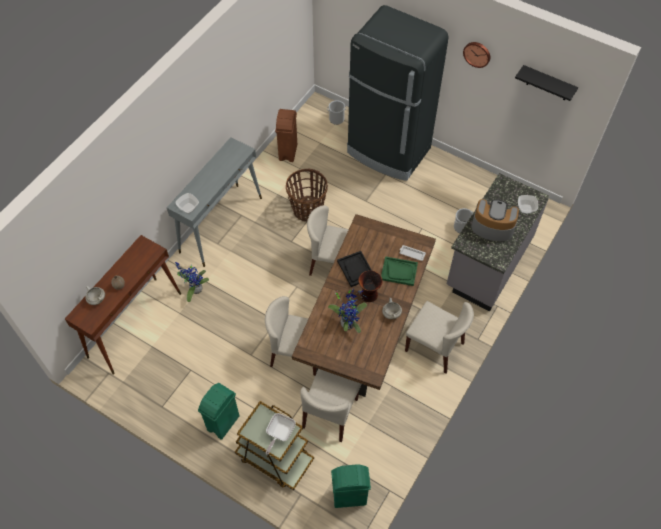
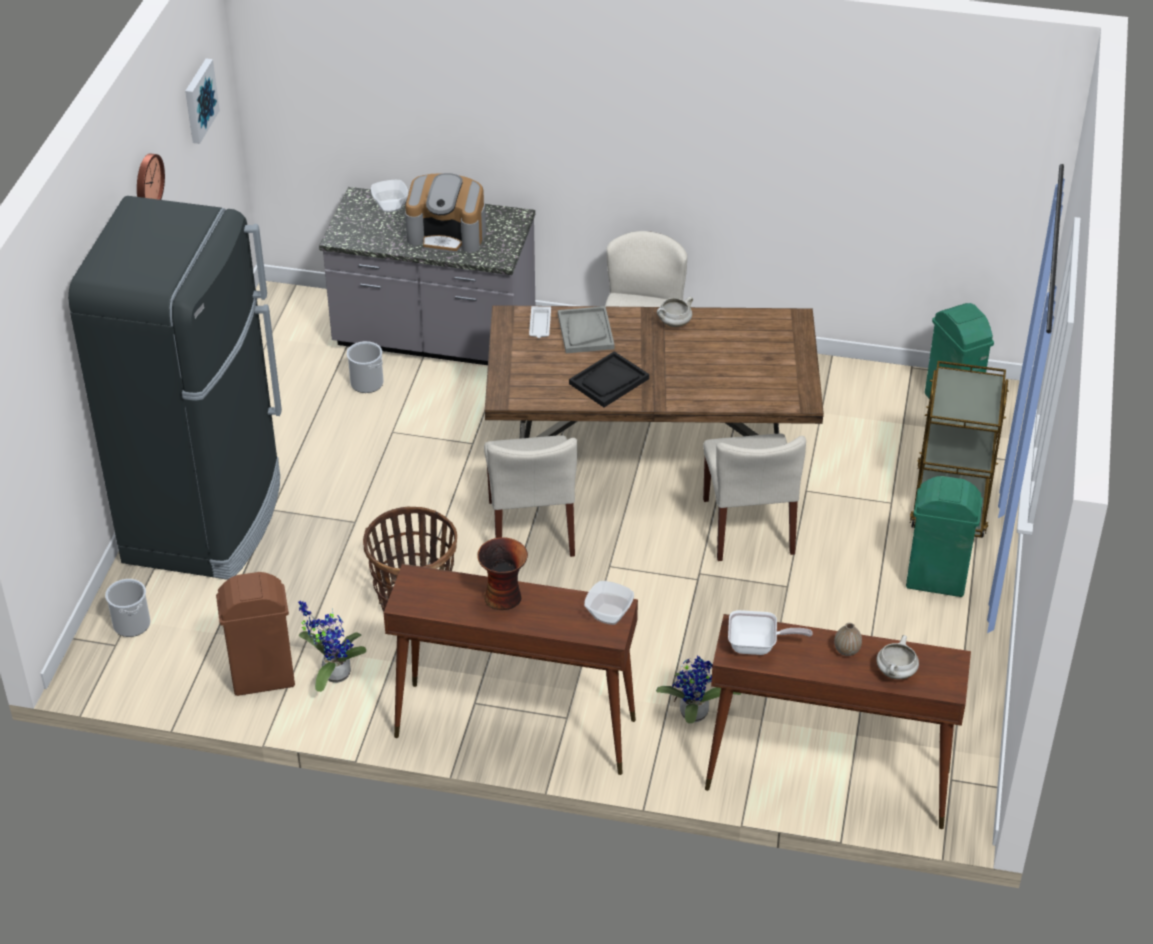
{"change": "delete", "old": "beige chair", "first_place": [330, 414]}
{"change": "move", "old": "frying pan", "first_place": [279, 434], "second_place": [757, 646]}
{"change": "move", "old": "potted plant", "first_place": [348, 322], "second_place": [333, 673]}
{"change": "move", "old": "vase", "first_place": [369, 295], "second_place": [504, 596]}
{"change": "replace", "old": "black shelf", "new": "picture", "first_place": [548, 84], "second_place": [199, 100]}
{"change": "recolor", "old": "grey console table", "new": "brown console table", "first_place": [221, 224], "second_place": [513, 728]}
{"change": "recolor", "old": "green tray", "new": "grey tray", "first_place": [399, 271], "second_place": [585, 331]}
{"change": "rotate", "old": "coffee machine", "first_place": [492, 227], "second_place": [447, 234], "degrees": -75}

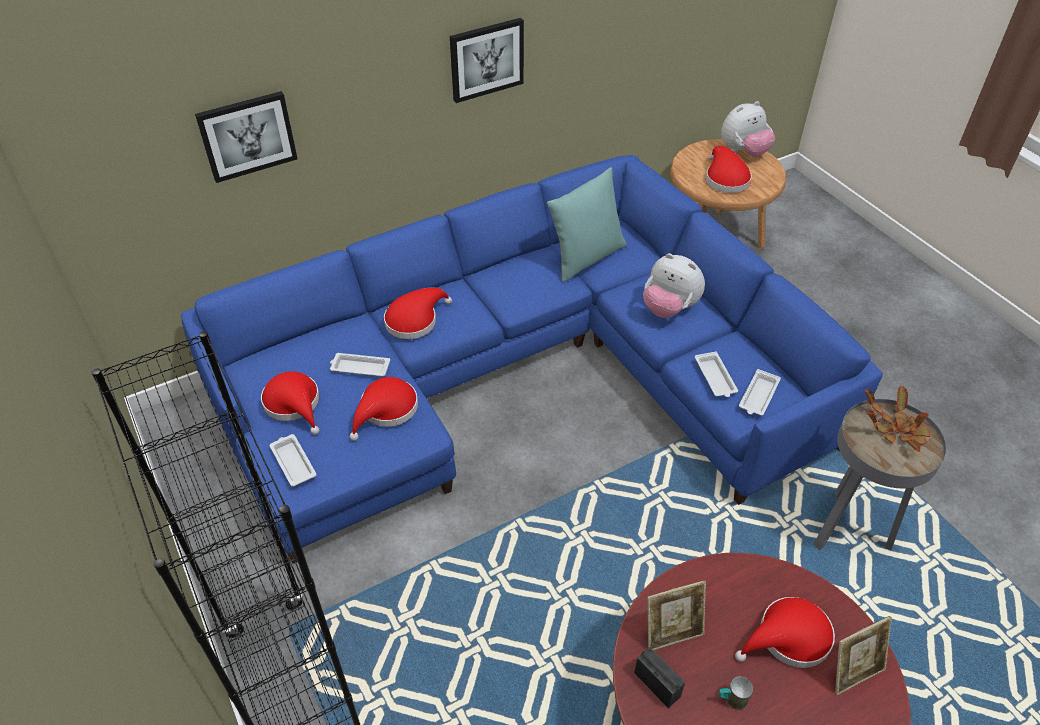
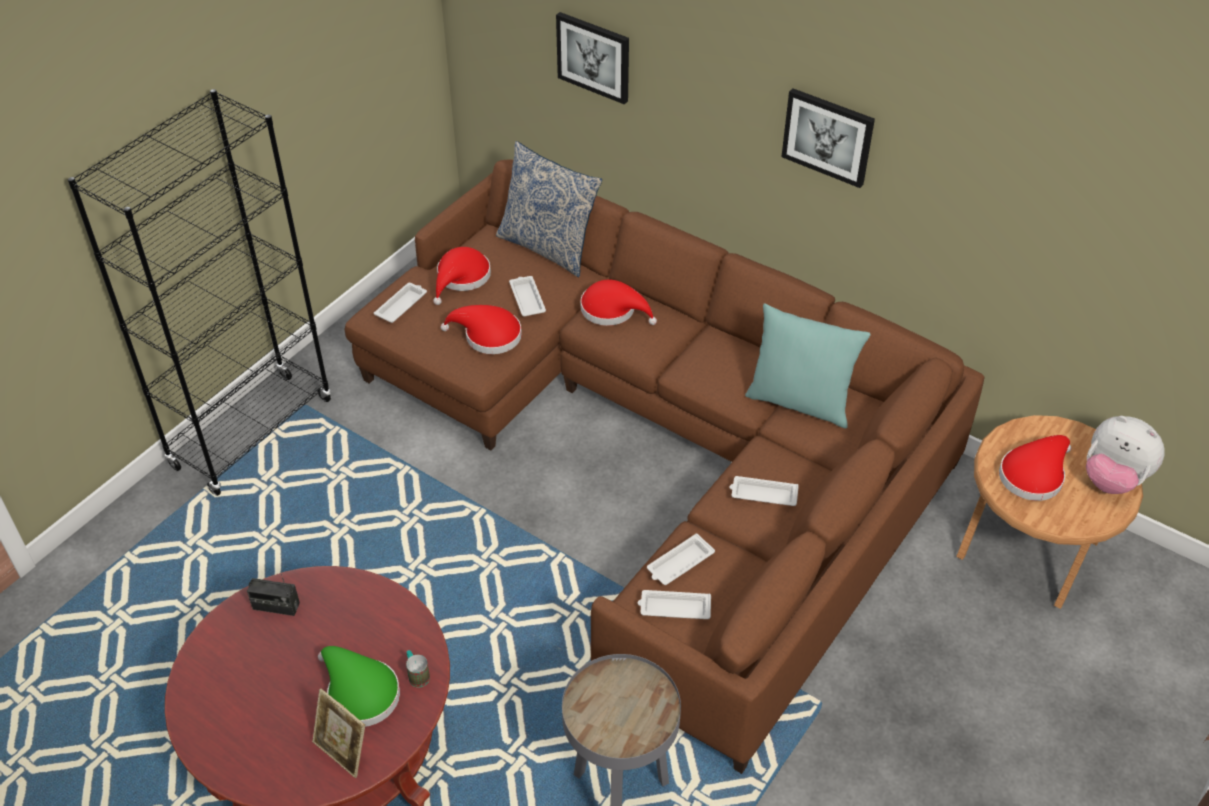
{"change": "delete", "old": "picture frame", "first_place": [672, 632]}
{"change": "delete", "old": "potted plant", "first_place": [896, 430]}
{"change": "insert", "new": "pillow", "second_place": [548, 247]}
{"change": "move", "old": "mug", "first_place": [731, 700], "second_place": [417, 674]}
{"change": "replace", "old": "plush toy", "new": "white tray", "first_place": [669, 308], "second_place": [762, 494]}
{"change": "recolor", "old": "blue sofa", "new": "brown sofa", "first_place": [519, 377], "second_place": [663, 447]}
{"change": "recolor", "old": "red hat", "new": "green hat", "first_place": [789, 638], "second_place": [359, 693]}
{"change": "rotate", "old": "radio", "first_place": [657, 684], "second_place": [276, 606], "degrees": 75}

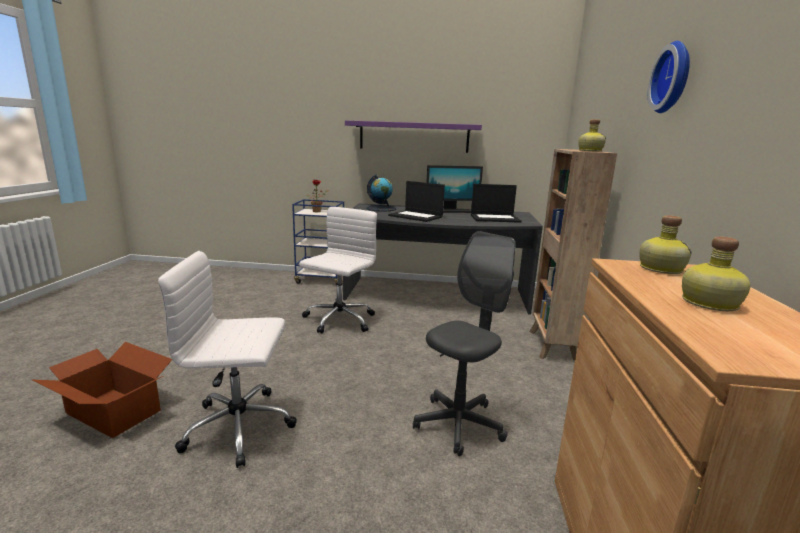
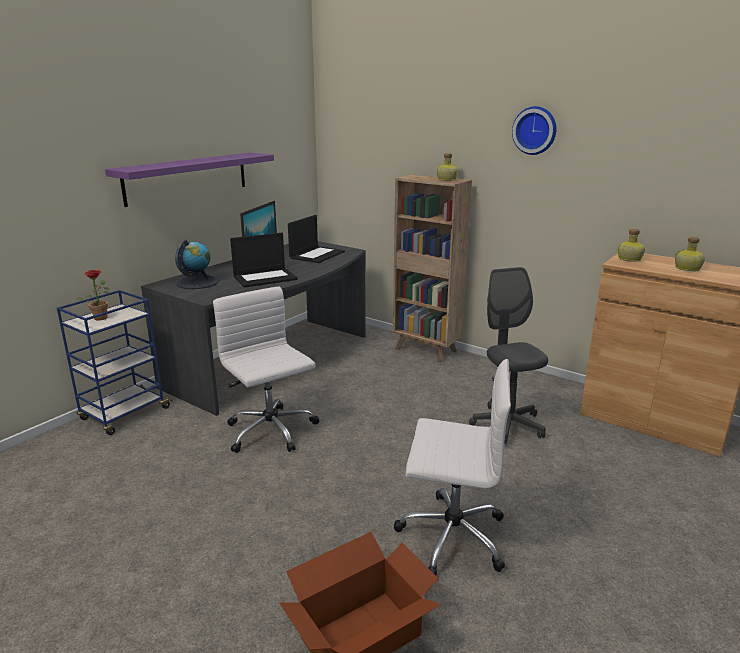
{"change": "rotate", "old": "white office chair", "first_place": [241, 427], "second_place": [450, 536], "degrees": -105}

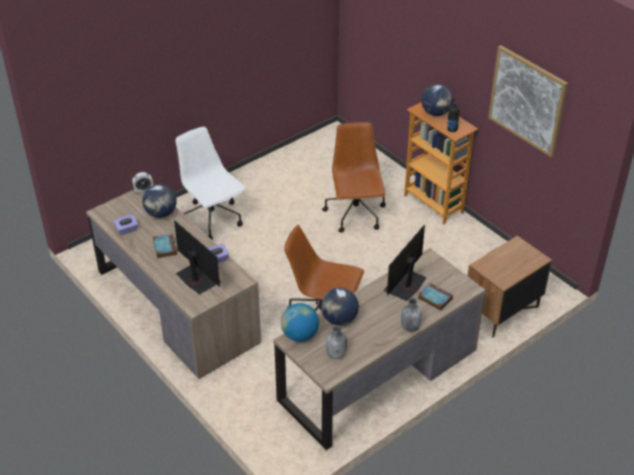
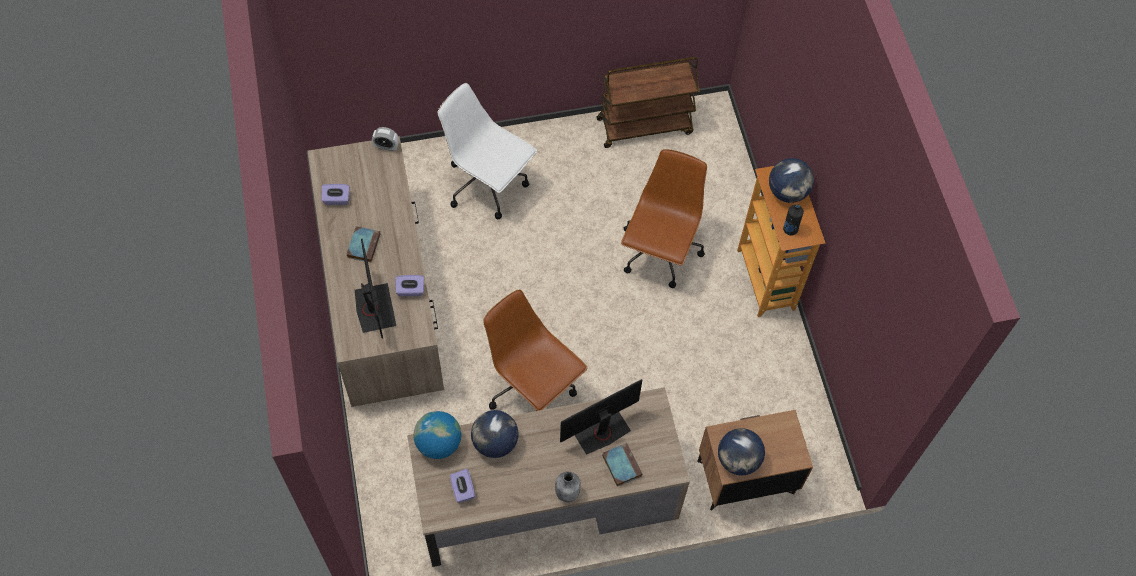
{"change": "delete", "old": "picture", "first_place": [527, 100]}
{"change": "insert", "new": "brown cart", "second_place": [645, 125]}
{"change": "move", "old": "globe", "first_place": [161, 214], "second_place": [738, 460]}
{"change": "replace", "old": "grey bottle", "new": "purple tissue box", "first_place": [336, 354], "second_place": [463, 490]}
{"change": "rotate", "old": "white office chair", "first_place": [212, 220], "second_place": [488, 185], "degrees": -45}

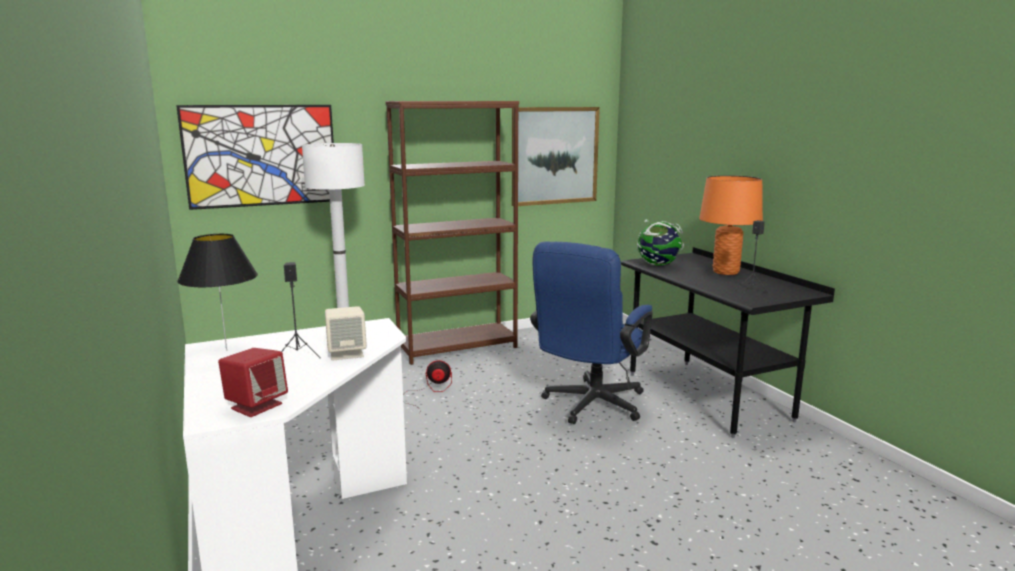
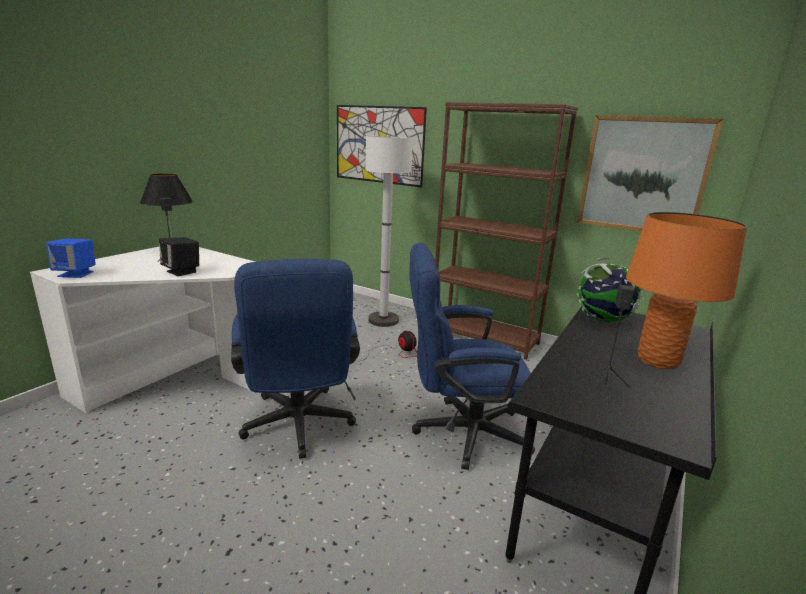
{"change": "insert", "new": "blue office chair", "second_place": [298, 428]}
{"change": "recolor", "old": "red speaker", "new": "blue speaker", "first_place": [256, 406], "second_place": [76, 274]}
{"change": "recolor", "old": "beige speaker", "new": "black speaker", "first_place": [347, 354], "second_place": [182, 271]}

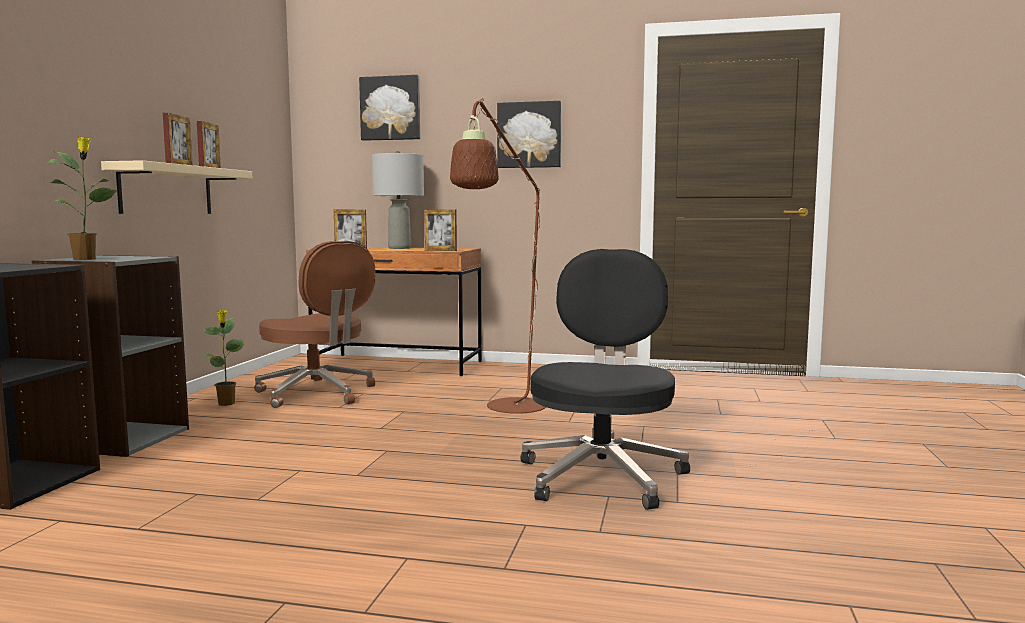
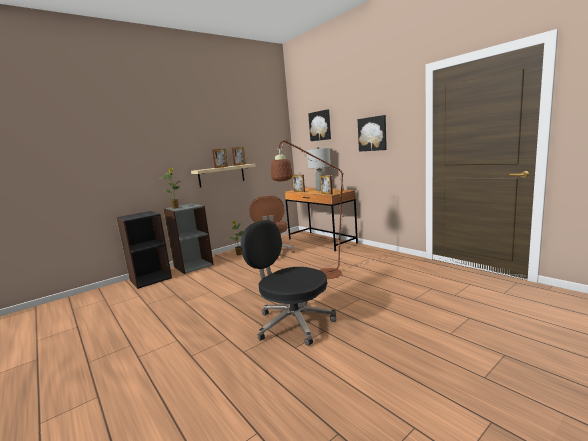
{"change": "rotate", "old": "black office chair", "first_place": [602, 475], "second_place": [292, 323], "degrees": -105}

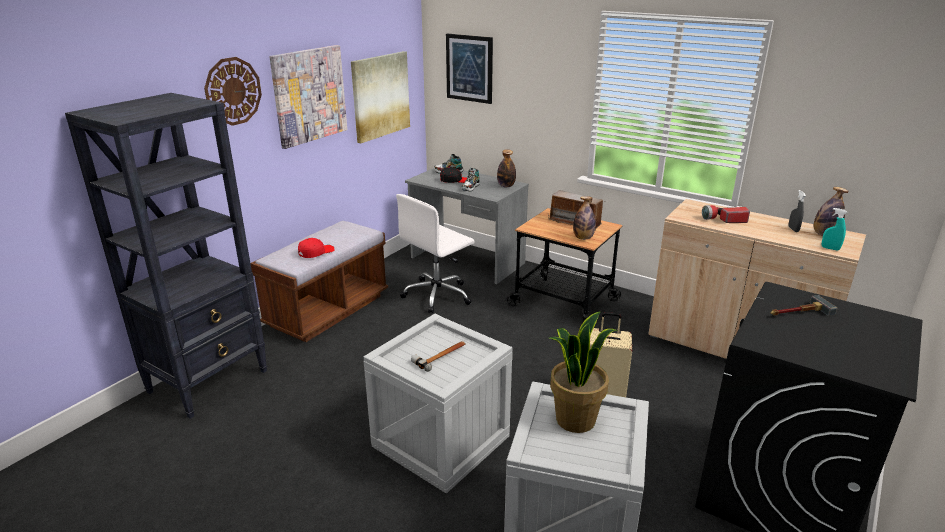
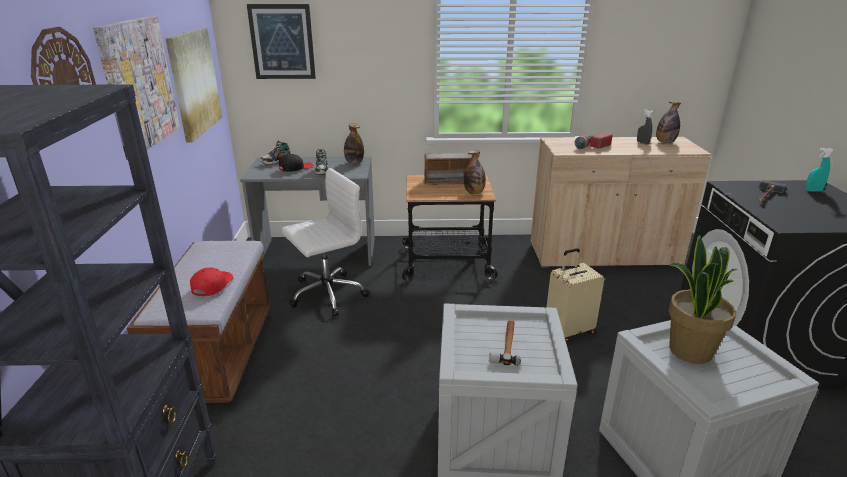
{"change": "move", "old": "turquoise spray bottle", "first_place": [830, 248], "second_place": [813, 191]}
{"change": "rotate", "old": "white office chair", "first_place": [438, 295], "second_place": [326, 294], "degrees": -135}

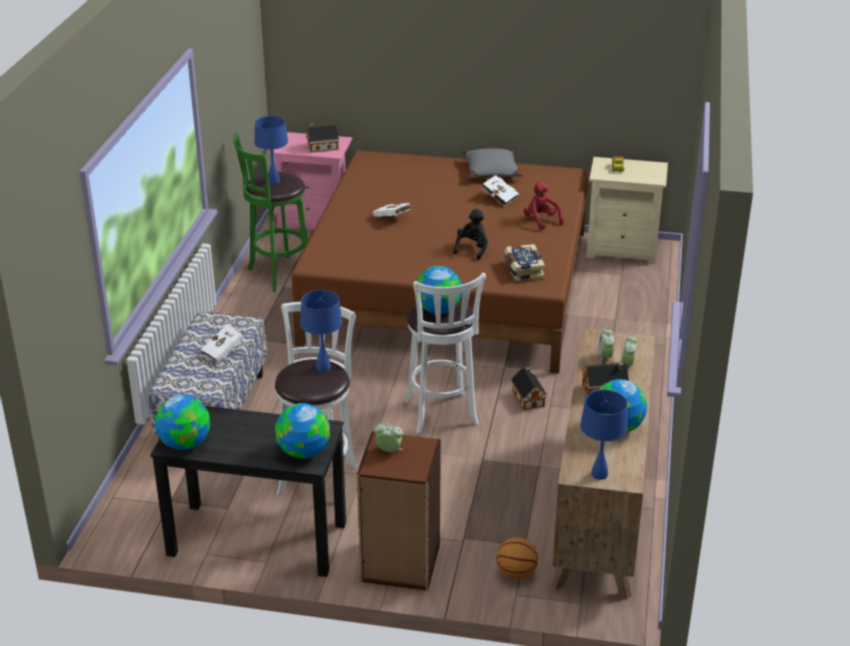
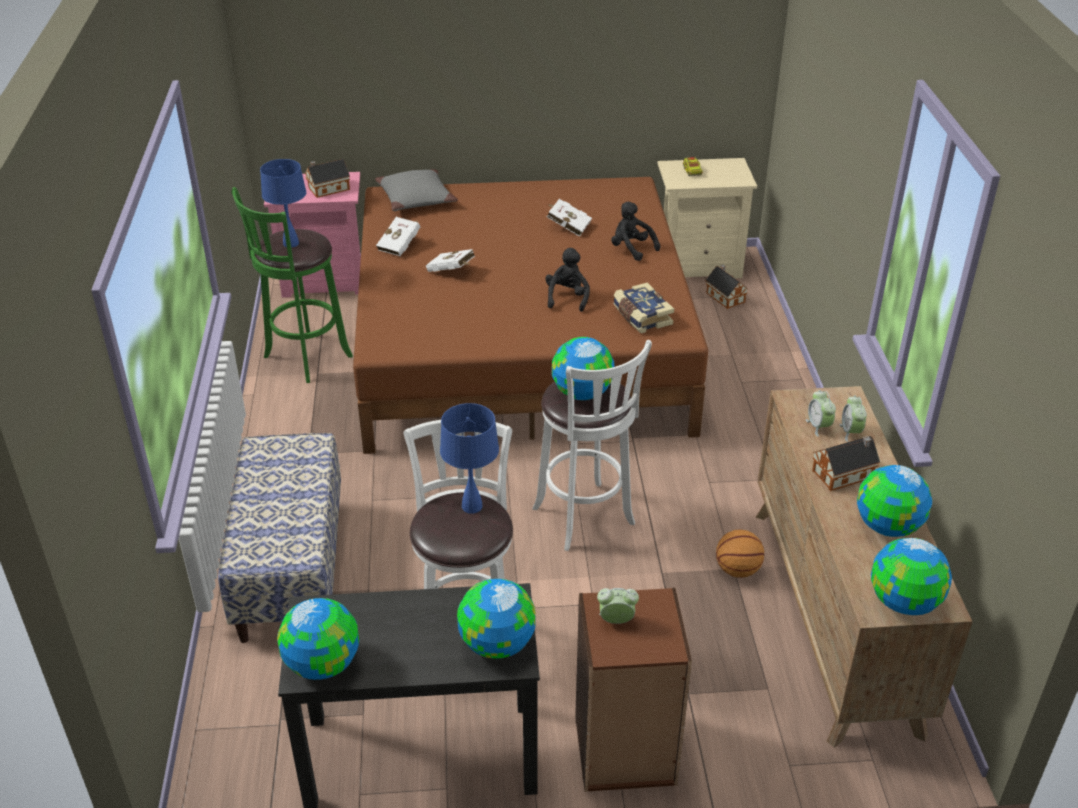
{"change": "move", "old": "white book", "first_place": [225, 352], "second_place": [401, 245]}
{"change": "move", "old": "grey pillow", "first_place": [491, 171], "second_place": [416, 199]}
{"change": "move", "old": "basketball", "first_place": [516, 574], "second_place": [737, 570]}
{"change": "move", "old": "toy house", "first_place": [528, 398], "second_place": [724, 296]}
{"change": "replace", "old": "blue table lamp", "new": "globe", "first_place": [599, 474], "second_place": [904, 602]}
{"change": "recolor", "old": "red plush toy", "new": "black plush toy", "first_place": [541, 220], "second_place": [631, 249]}

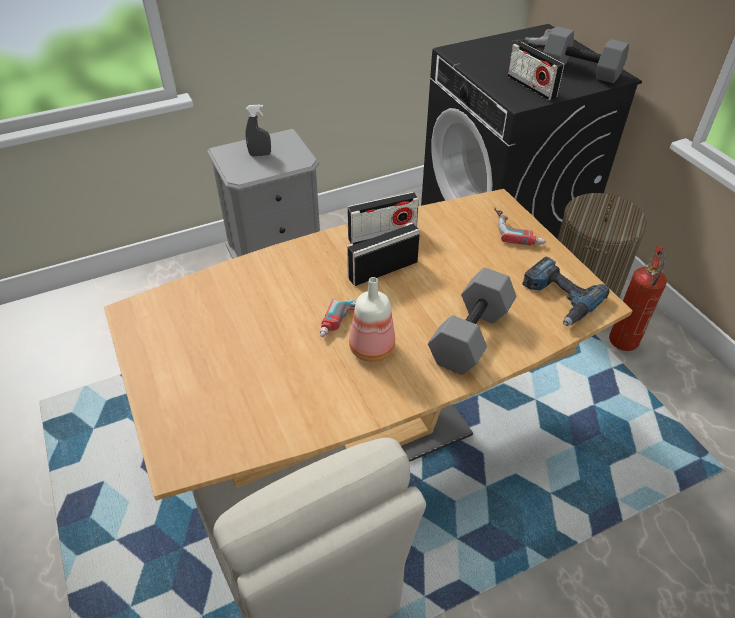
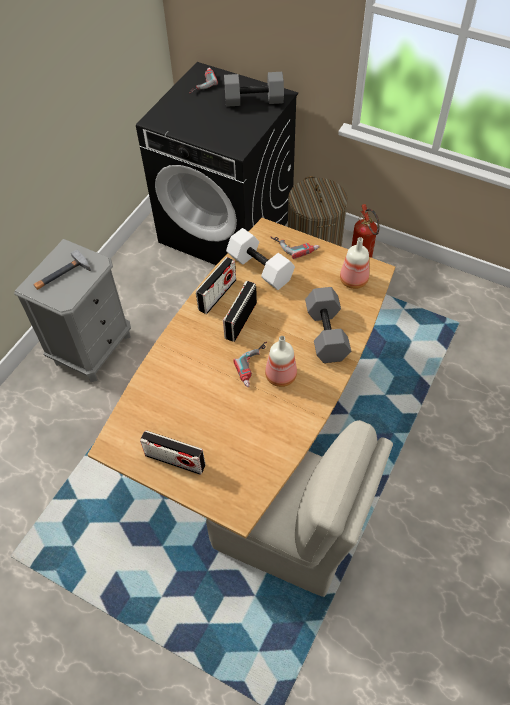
{"change": "insert", "new": "white dumbbell", "second_place": [259, 269]}
{"change": "move", "old": "radio", "first_place": [531, 87], "second_place": [175, 460]}
{"change": "replace", "old": "grey spray bottle", "new": "hammer", "first_place": [260, 154], "second_place": [62, 275]}
{"change": "replace", "old": "power drill", "new": "bottle", "first_place": [558, 298], "second_place": [353, 281]}

